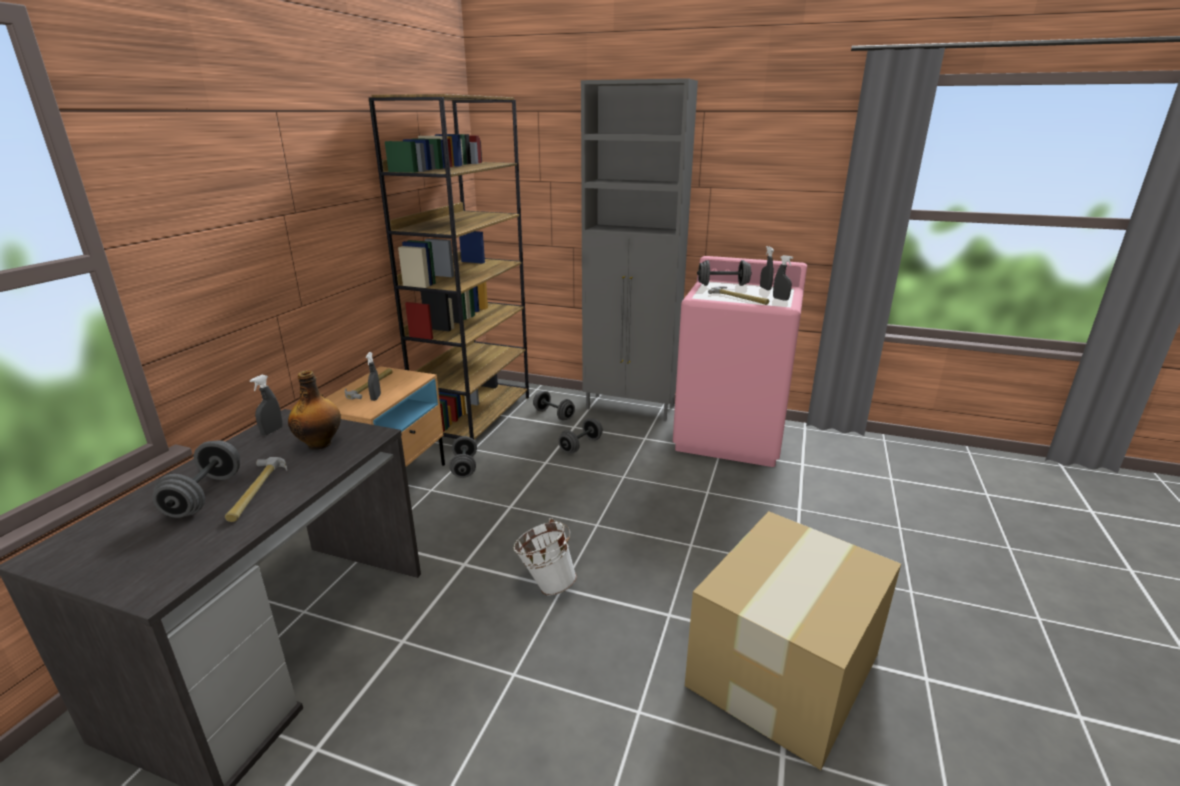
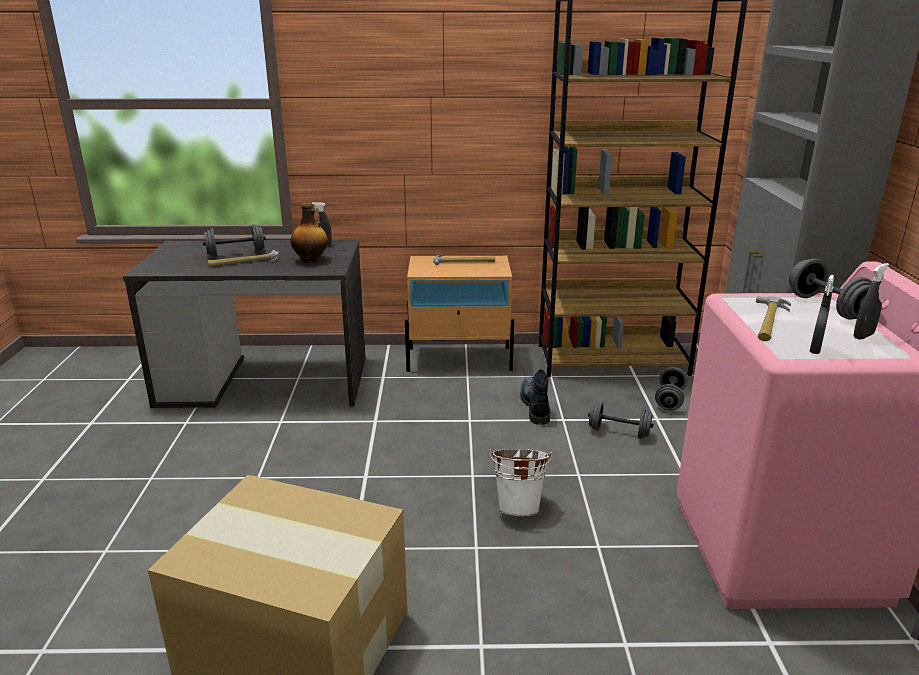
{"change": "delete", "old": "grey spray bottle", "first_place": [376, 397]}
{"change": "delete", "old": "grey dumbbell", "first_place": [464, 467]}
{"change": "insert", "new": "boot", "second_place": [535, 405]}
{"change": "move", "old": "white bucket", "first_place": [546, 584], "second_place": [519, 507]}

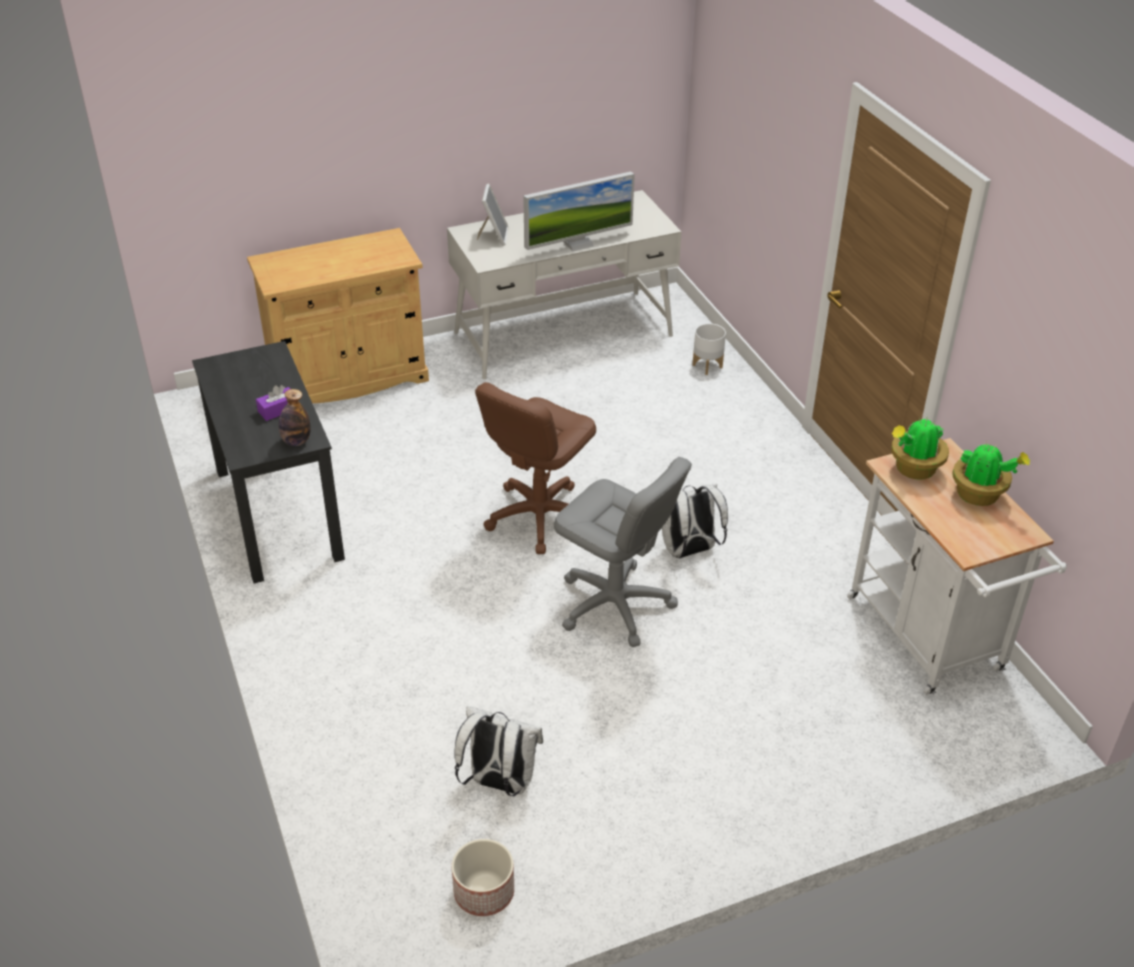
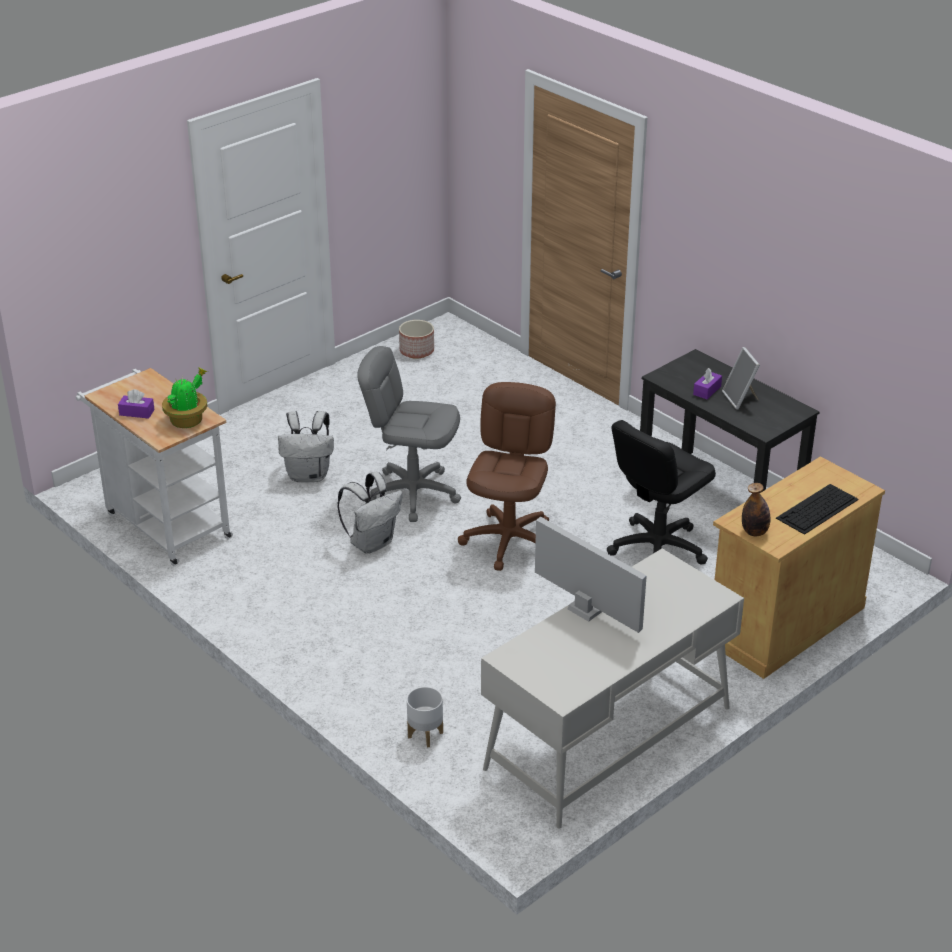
{"change": "insert", "new": "black office chair", "second_place": [657, 549]}
{"change": "insert", "new": "keyboard", "second_place": [817, 509]}
{"change": "move", "old": "bottle", "first_place": [296, 441], "second_place": [754, 532]}
{"change": "move", "old": "white backpack", "first_place": [499, 783], "second_place": [309, 475]}
{"change": "move", "old": "picture frame", "first_place": [493, 236], "second_place": [741, 399]}
{"change": "replace", "old": "potted plant", "new": "purple tissue box", "first_place": [979, 495], "second_place": [137, 412]}
{"change": "rotate", "old": "monitor", "first_place": [578, 244], "second_place": [586, 609], "degrees": 90}

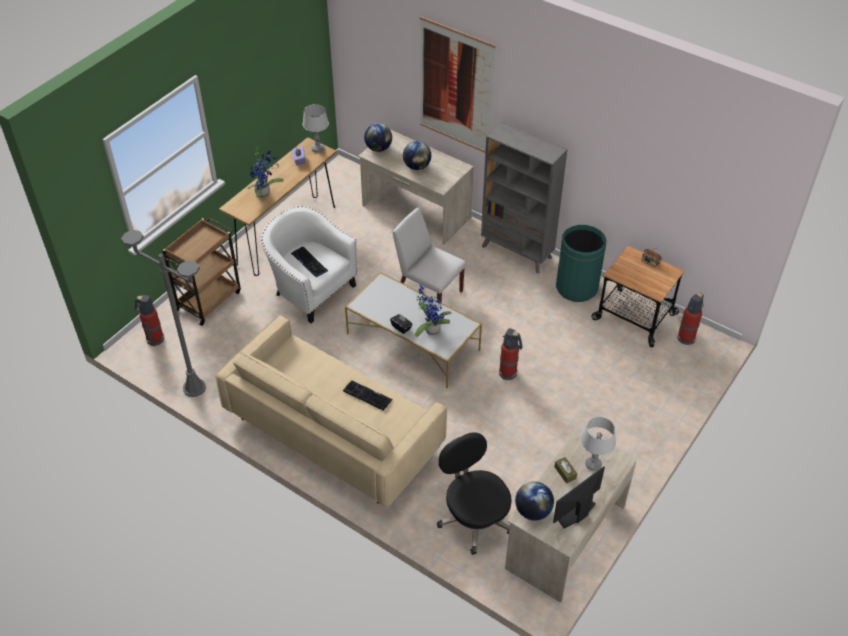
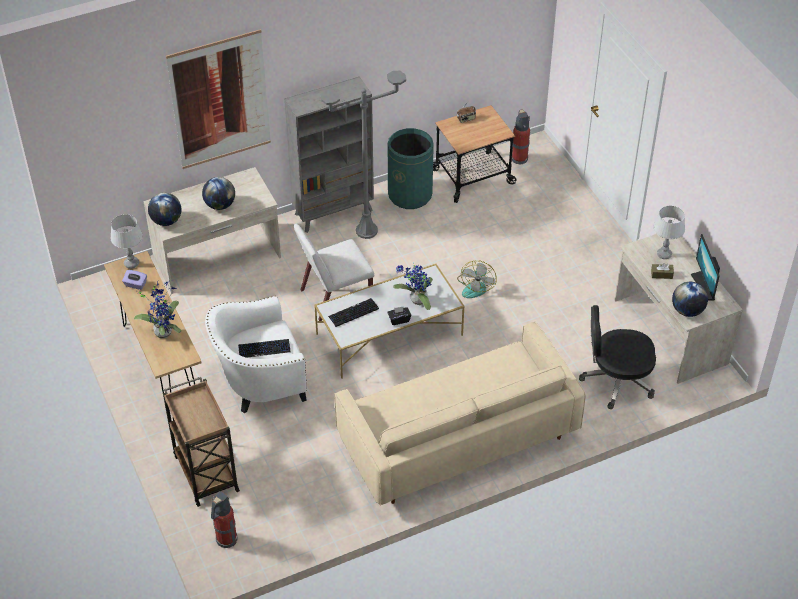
{"change": "move", "old": "grey floor lamp", "first_place": [194, 388], "second_place": [367, 231]}
{"change": "move", "old": "keyboard", "first_place": [367, 396], "second_place": [353, 313]}
{"change": "replace", "old": "fire extinguisher", "new": "fan", "first_place": [508, 373], "second_place": [476, 286]}

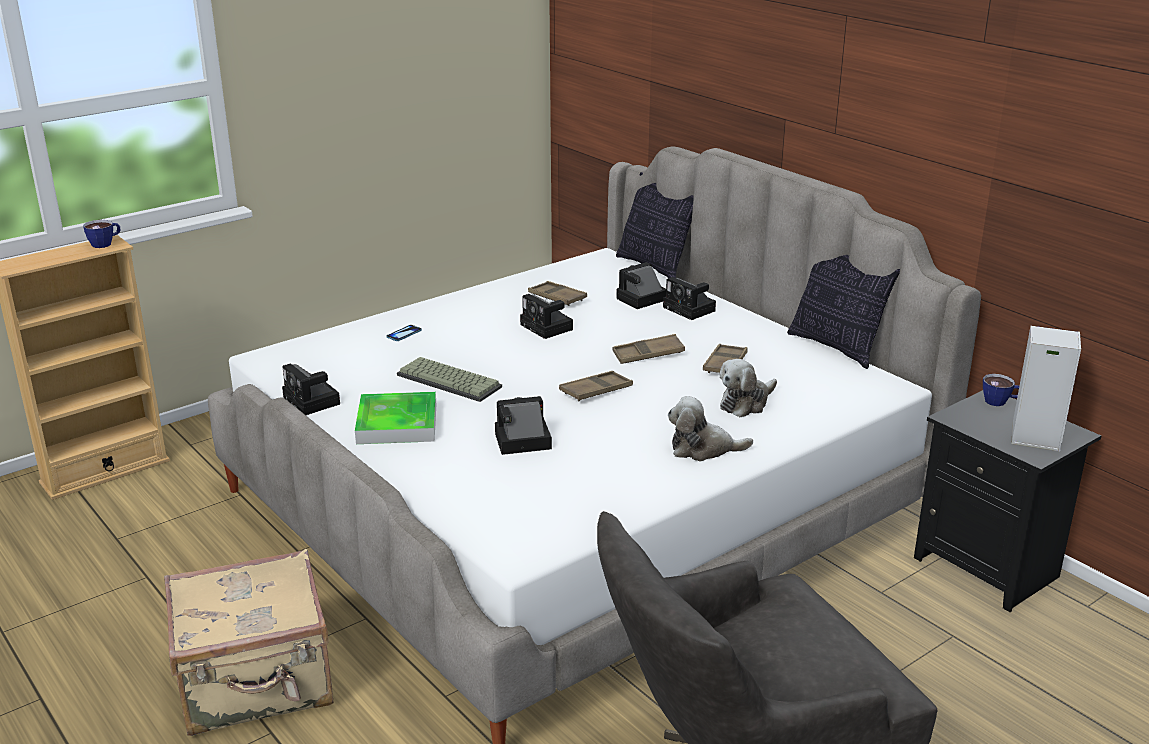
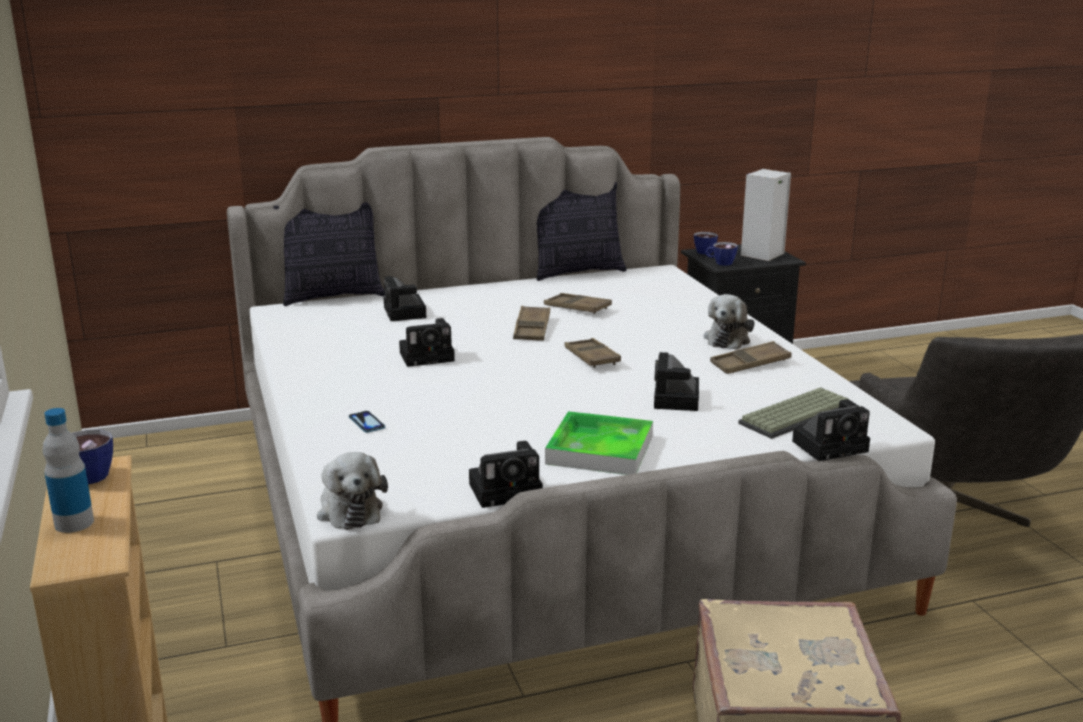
{"change": "insert", "new": "bottle", "second_place": [74, 523]}
{"change": "insert", "new": "cup", "second_place": [720, 263]}
{"change": "move", "old": "keyboard", "first_place": [451, 380], "second_place": [796, 414]}
{"change": "move", "old": "brown tray", "first_place": [557, 298], "second_place": [750, 363]}
{"change": "move", "old": "photo camera", "first_place": [691, 309], "second_place": [832, 445]}
{"change": "move", "old": "plush toy", "first_place": [746, 403], "second_place": [349, 510]}

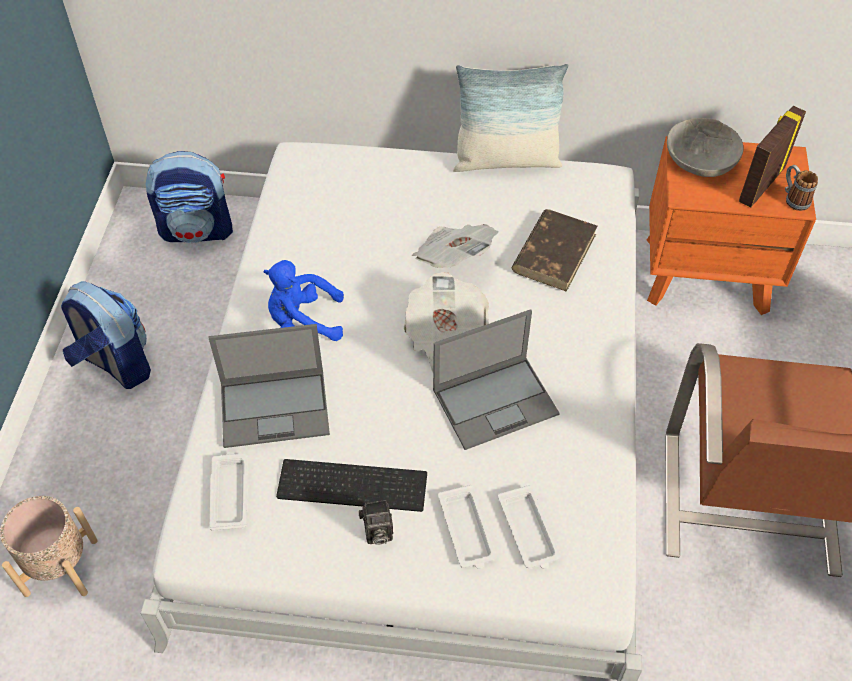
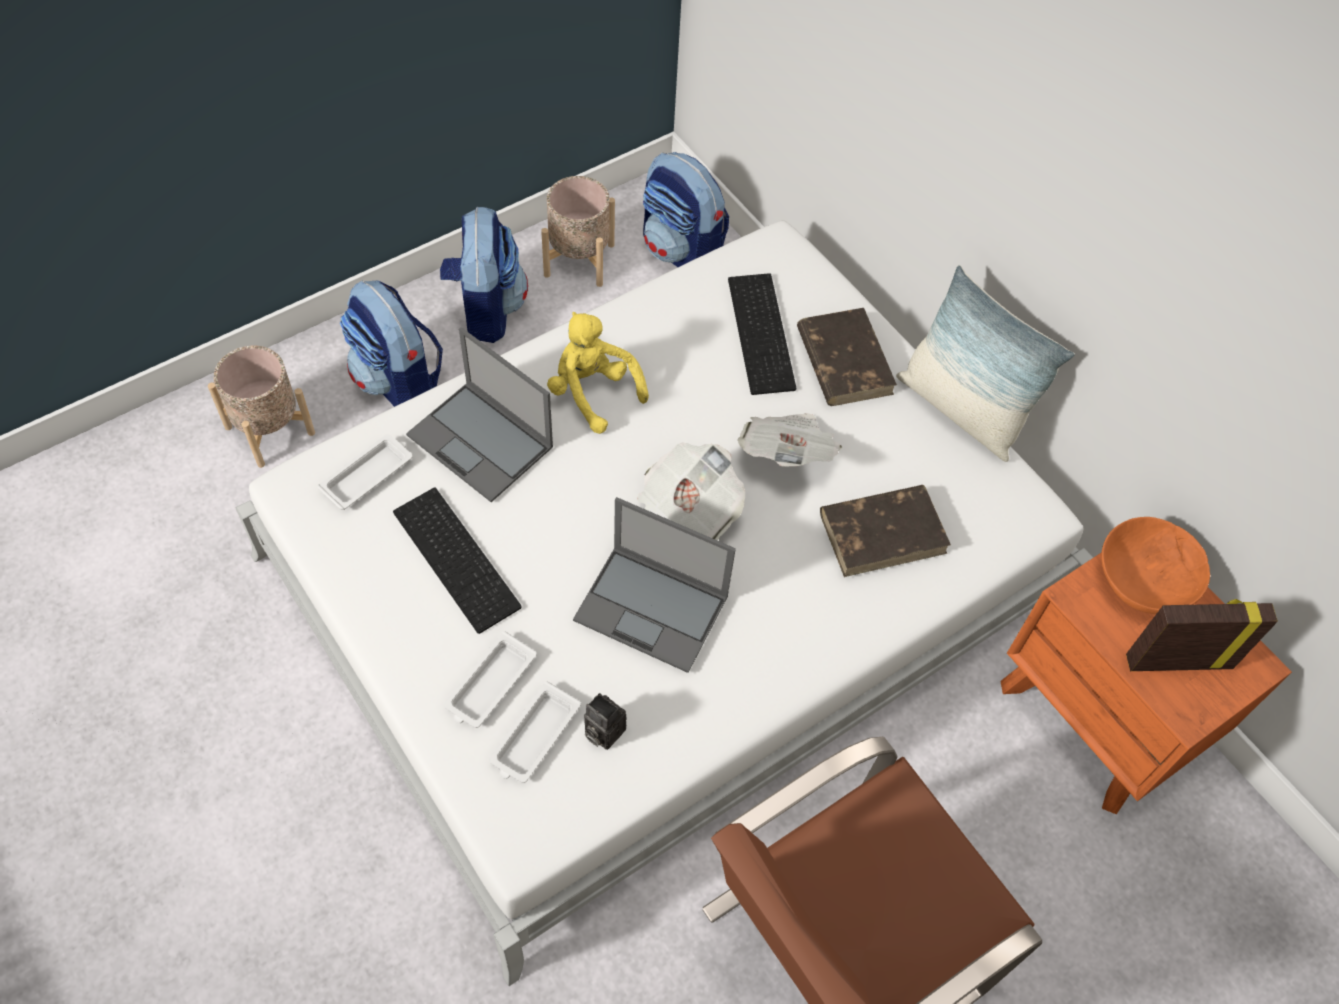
{"change": "delete", "old": "mug", "first_place": [793, 199]}
{"change": "insert", "new": "backpack", "second_place": [398, 381]}
{"change": "insert", "new": "beige planter", "second_place": [578, 259]}
{"change": "insert", "new": "keyboard", "second_place": [764, 334]}
{"change": "insert", "new": "brown book", "second_place": [843, 360]}
{"change": "move", "old": "photo camera", "first_place": [376, 533], "second_place": [602, 731]}
{"change": "recolor", "old": "blue plush toy", "new": "yellow plush toy", "first_place": [303, 322], "second_place": [592, 392]}
{"change": "recolor", "old": "grey bowl", "new": "orange bowl", "first_place": [699, 161], "second_place": [1144, 579]}

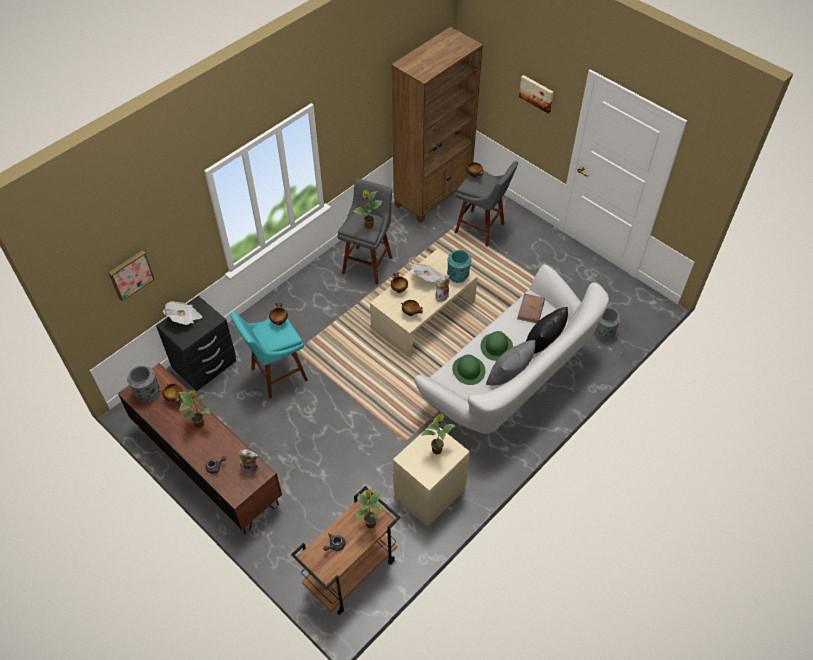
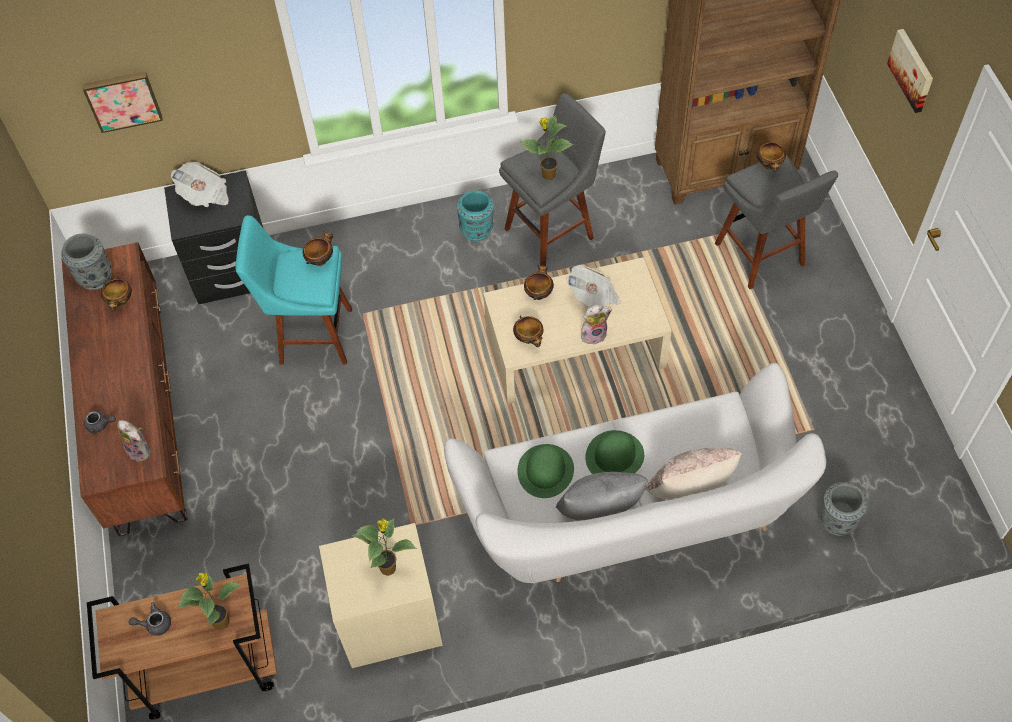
{"change": "delete", "old": "potted plant", "first_place": [200, 423]}
{"change": "delete", "old": "brown book", "first_place": [530, 310]}
{"change": "move", "old": "turquoise vase", "first_place": [458, 276], "second_place": [477, 230]}
{"change": "recolor", "old": "black pillow", "new": "beige pillow", "first_place": [543, 345], "second_place": [689, 491]}

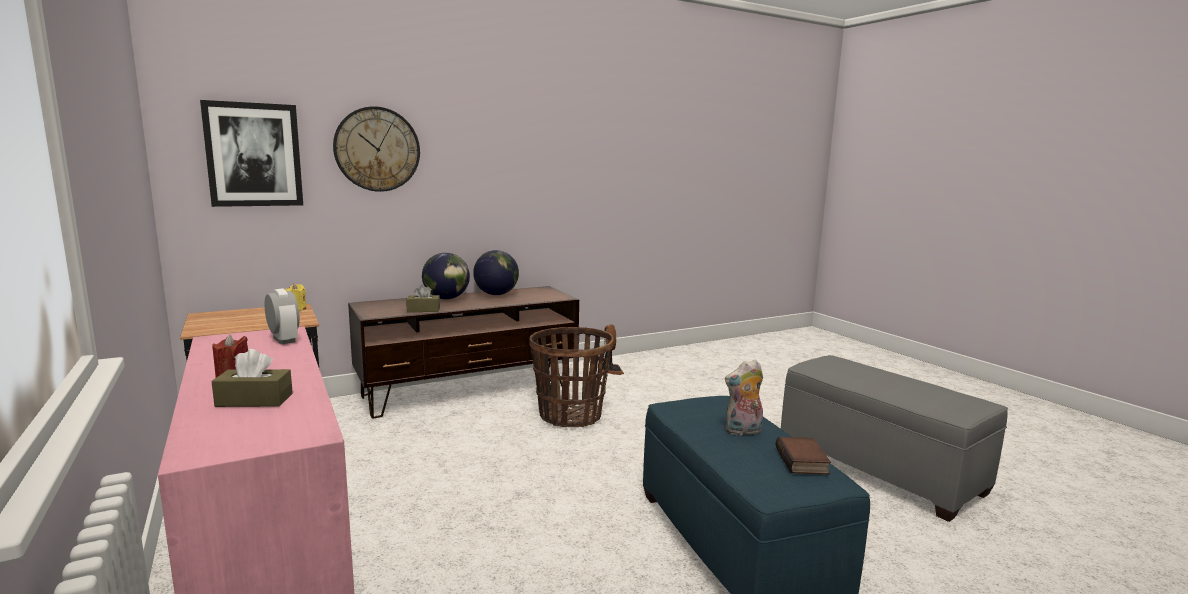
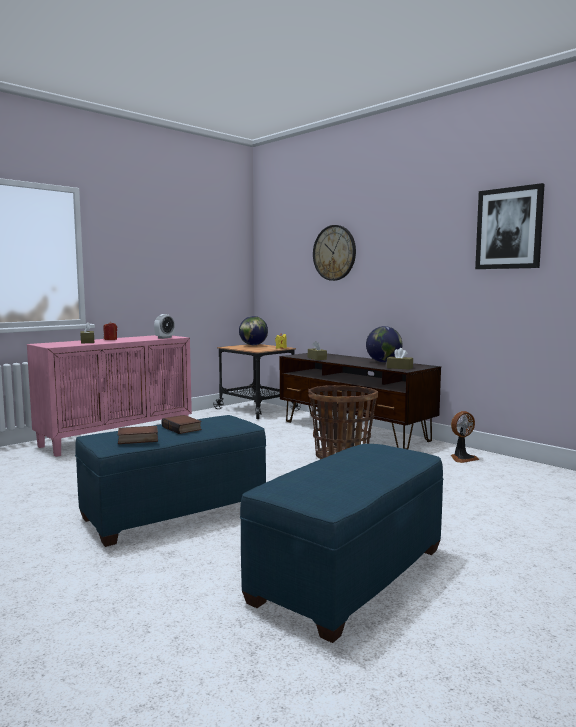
{"change": "insert", "new": "brown tissue box", "second_place": [399, 368]}
{"change": "move", "old": "picture", "first_place": [254, 155], "second_place": [509, 228]}
{"change": "move", "old": "globe", "first_place": [446, 298], "second_place": [253, 345]}
{"change": "replace", "old": "plush toy", "new": "book", "first_place": [743, 431], "second_place": [183, 428]}
{"change": "recolor", "old": "grey ottoman", "new": "blue ottoman", "first_place": [879, 468], "second_place": [350, 575]}

